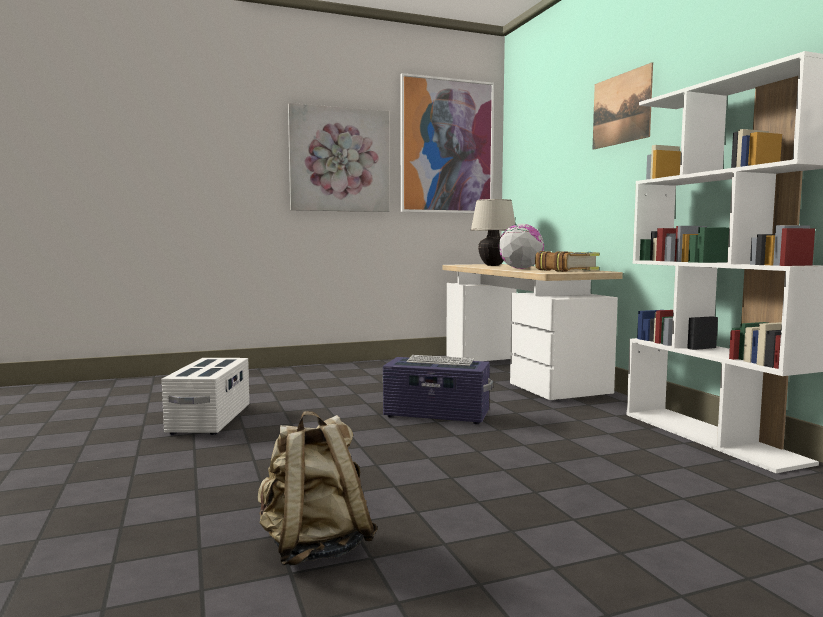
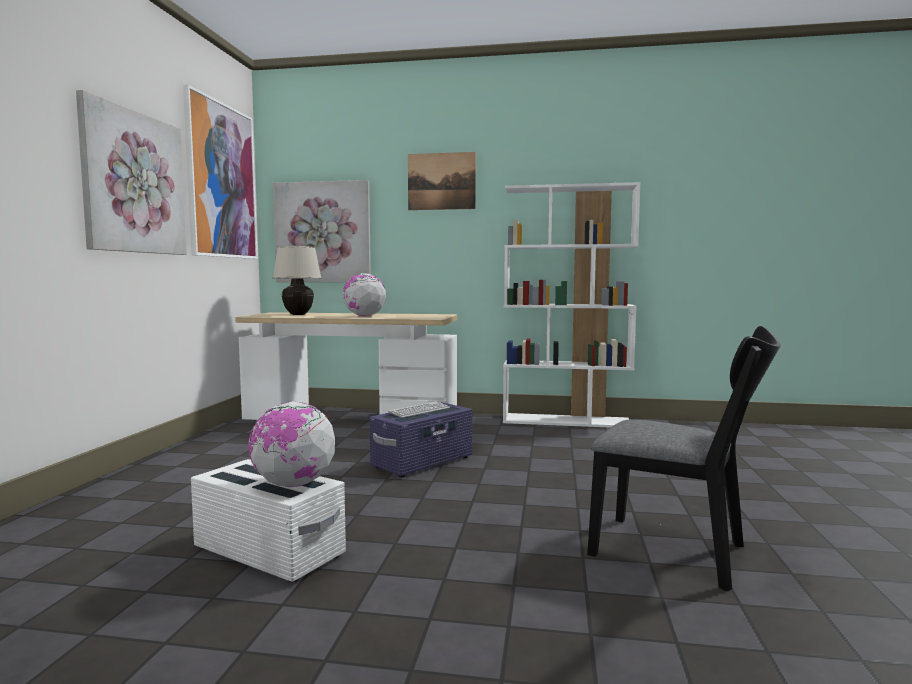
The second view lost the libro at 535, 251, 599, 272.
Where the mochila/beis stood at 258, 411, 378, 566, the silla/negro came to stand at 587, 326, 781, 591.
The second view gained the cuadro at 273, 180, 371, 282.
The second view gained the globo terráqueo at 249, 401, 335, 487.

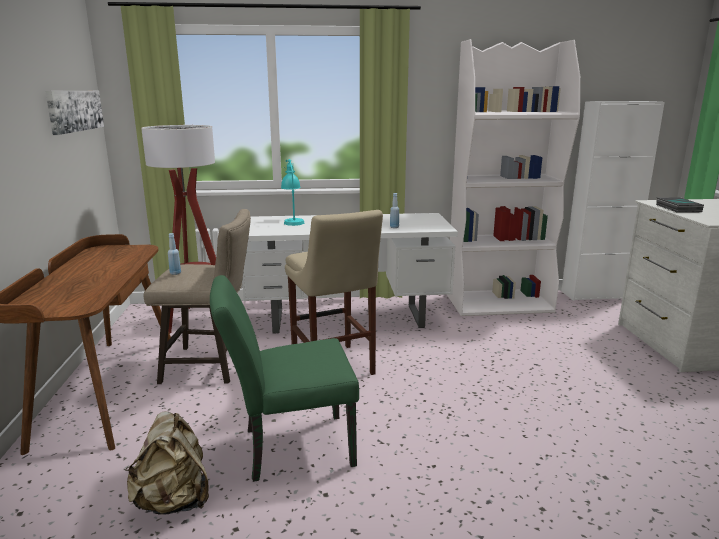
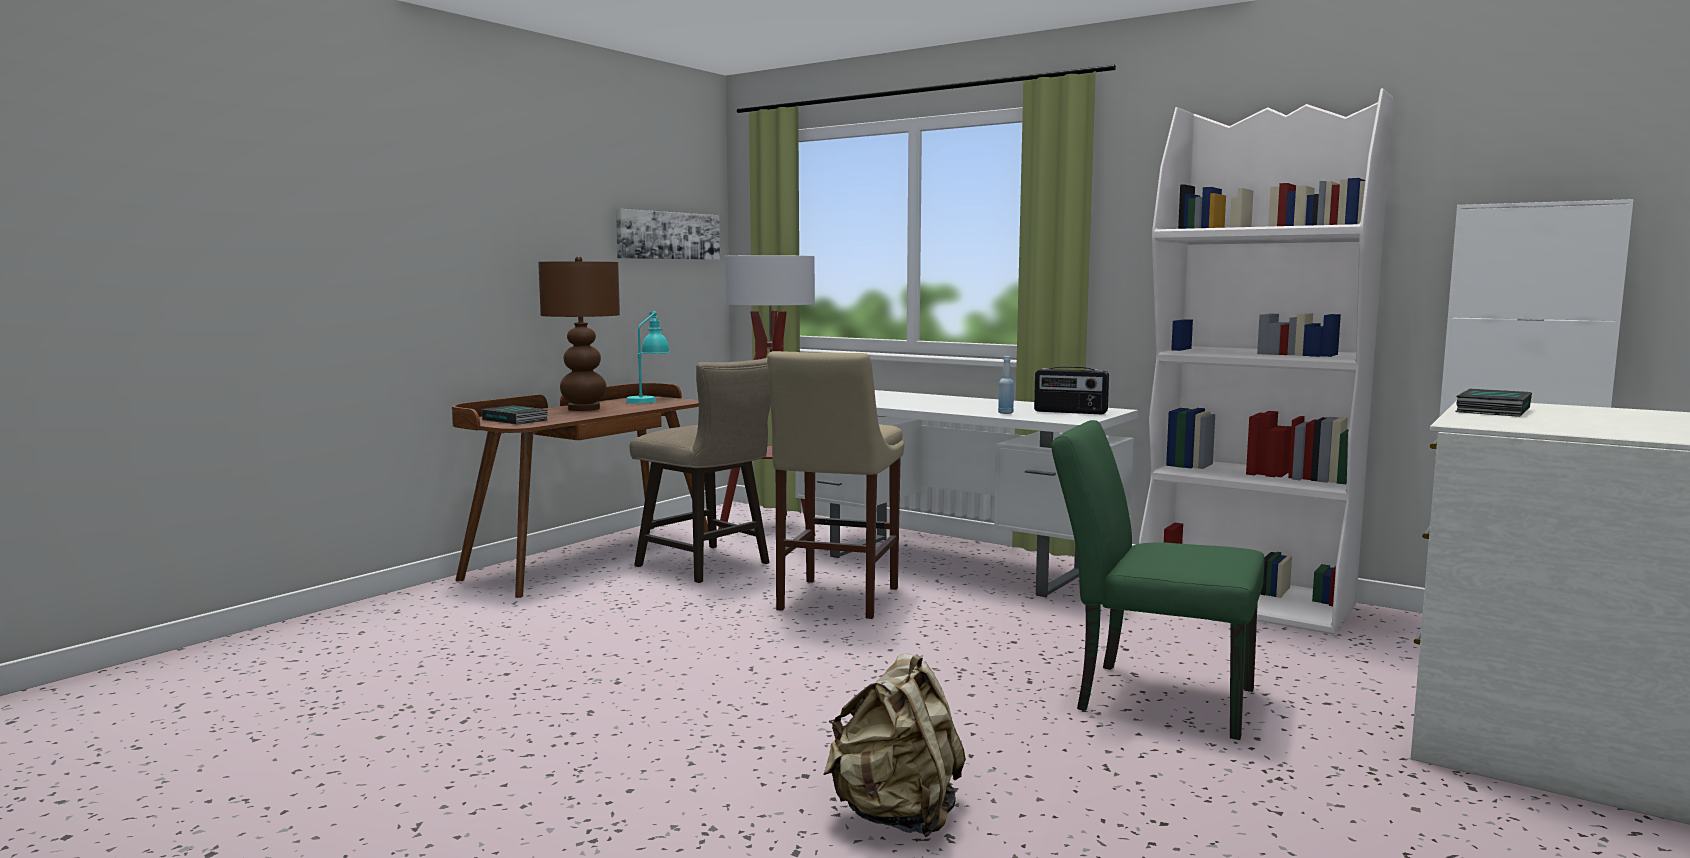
The lámpara de mesa/turquesa ended up elsewhere, having gone from 281, 159, 305, 226 to 626, 311, 670, 404.
The second view lost the botella/azul at 168, 233, 181, 275.
The silla/verde ended up elsewhere, having gone from 210, 275, 359, 482 to 1051, 420, 1264, 740.
The mochila/beis ended up elsewhere, having gone from 125, 411, 209, 515 to 823, 653, 966, 837.
The second view gained the lámpara de mesa/marrón at 538, 256, 620, 411.
The second view gained the radio at 1034, 367, 1109, 414.
The second view gained the libro at 481, 405, 548, 425.

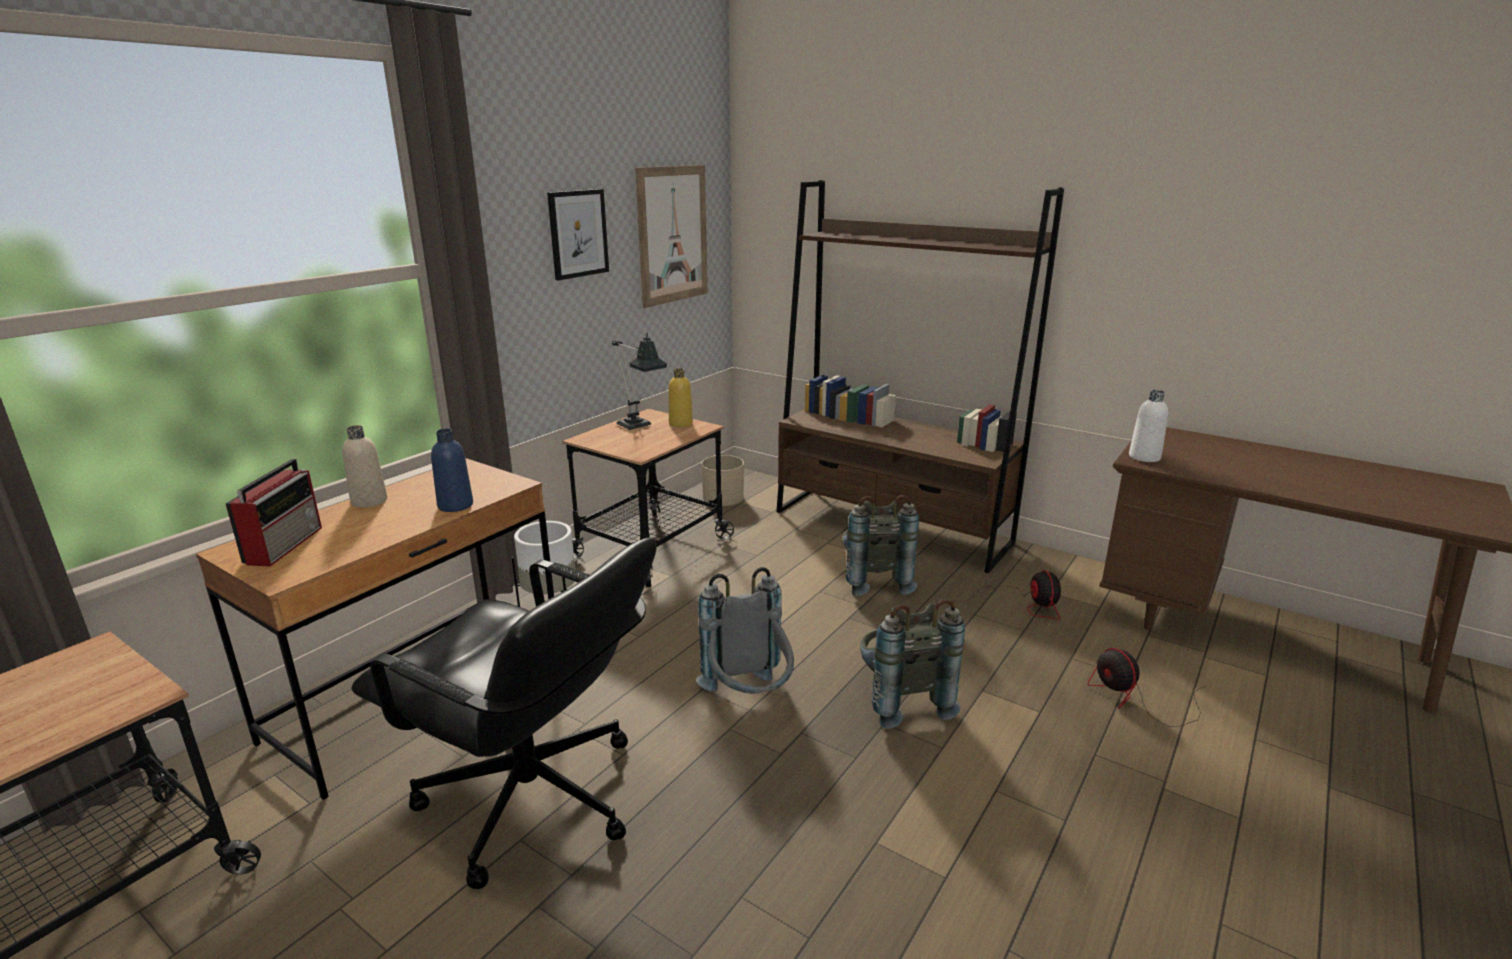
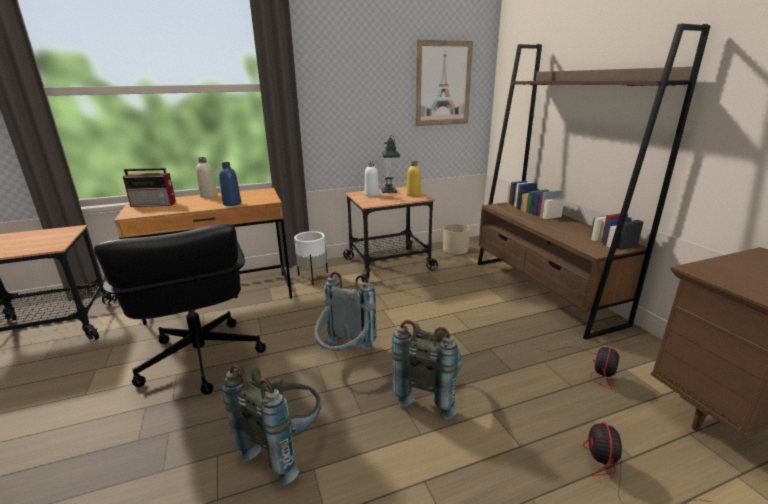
The second view lost the cuadro at 547, 189, 609, 281.
The botella/blanco ended up elsewhere, having gone from 1129, 390, 1168, 462 to 365, 161, 379, 197.
The radio at 226, 459, 322, 567 ended up facing another way, 45 degrees clockwise from before.
The mochila/gris ended up elsewhere, having gone from 843, 495, 919, 596 to 223, 365, 322, 486.

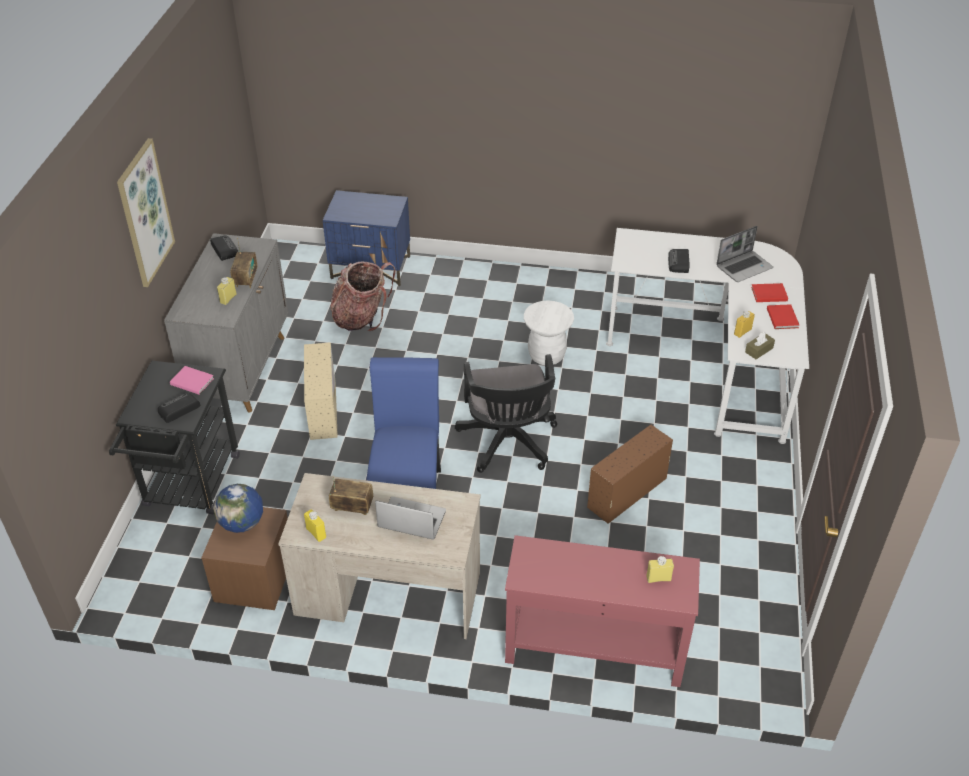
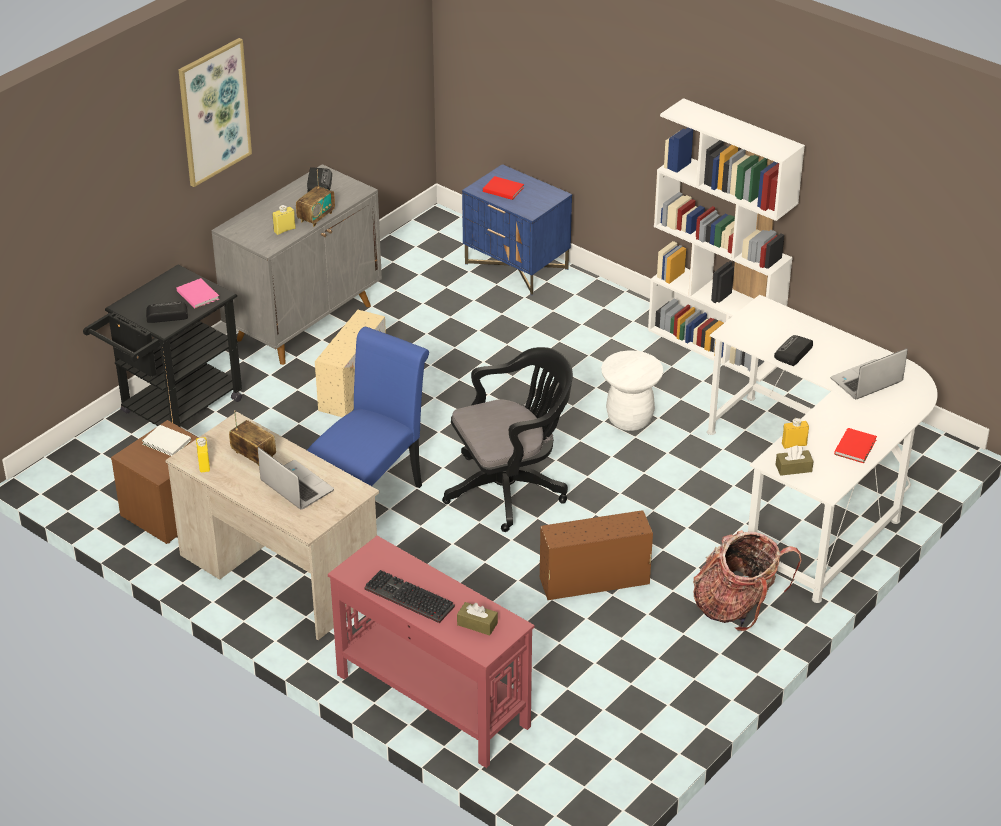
The portátil at 716, 226, 773, 282 ended up facing another way, 150 degrees clockwise from before.
The mochila ended up elsewhere, having gone from 330, 261, 396, 331 to 693, 530, 802, 631.
The libro/rojo ended up elsewhere, having gone from 751, 283, 788, 302 to 483, 176, 524, 200.
The silla de oficina/negro at 455, 354, 557, 473 ended up facing another way, 135 degrees counterclockwise from before.
Where the globo terráqueo stood at 213, 484, 263, 533, the libro/blanco came to stand at 142, 425, 191, 456.
Where the botella/amarillo stood at 646, 556, 674, 583, the caja de pañuelos/marrón came to stand at 457, 602, 498, 635.
The second view gained the estantería/blanco at 648, 98, 805, 382.
The second view gained the teclado at 364, 570, 455, 623.

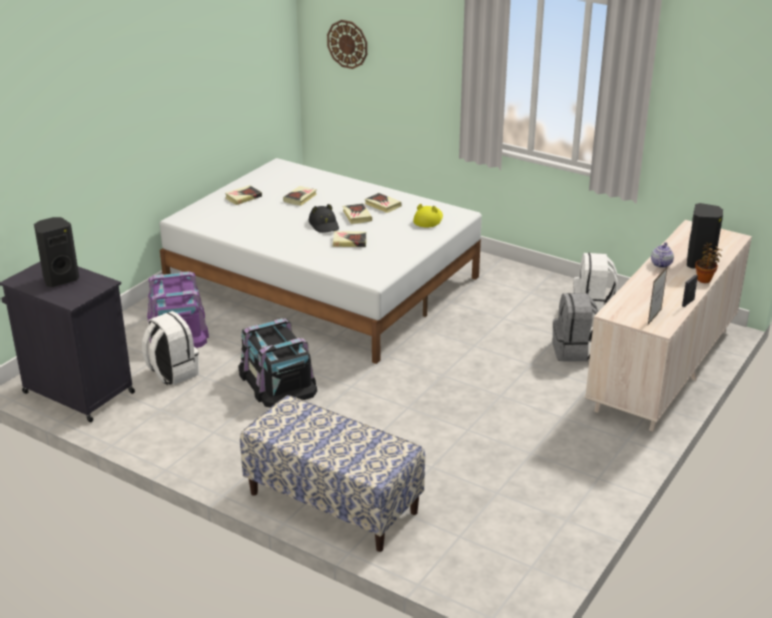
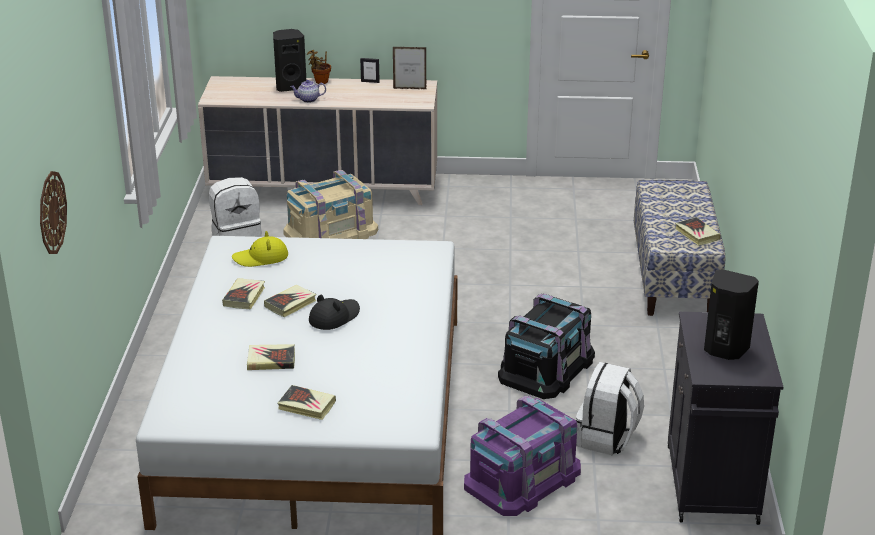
The libro ended up elsewhere, having gone from 333, 231, 366, 247 to 675, 217, 721, 246.
Where the mochila/gris stood at 553, 293, 599, 362, the caja de almacenaje/beis came to stand at 283, 170, 378, 239.

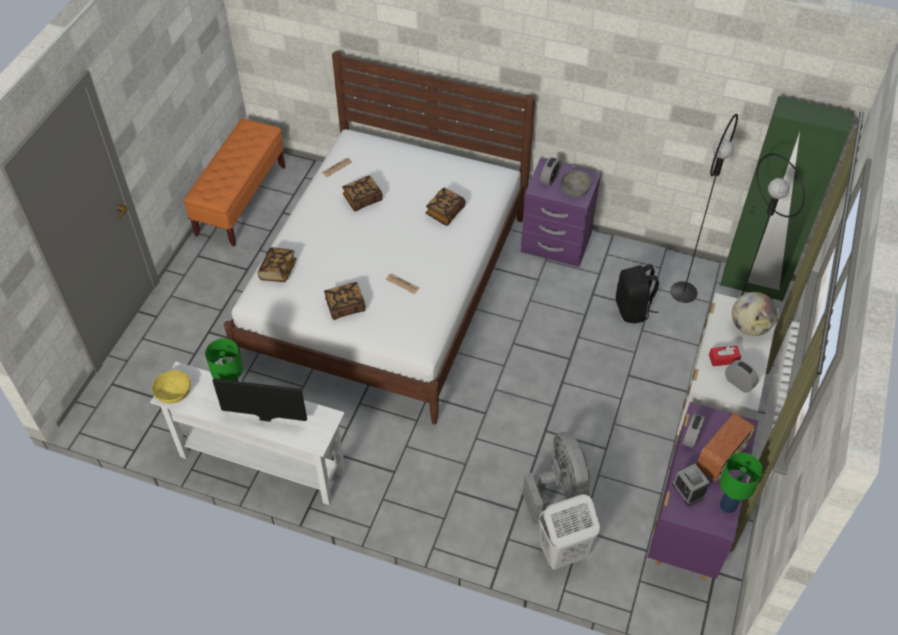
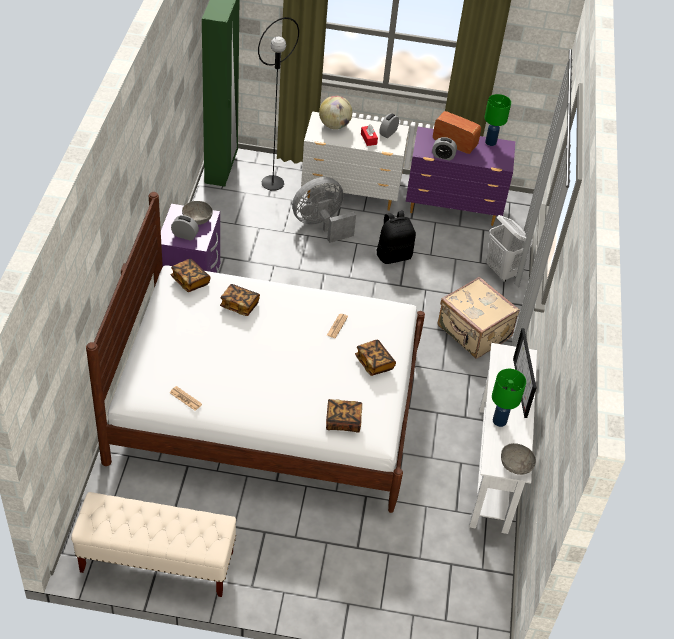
The second view lost the lámpara de pie/negro at 670, 114, 738, 303.
What was the banco/naranja at 183, 119, 285, 247 turned into the banco/beis at 71, 492, 236, 597.
The libro ended up elsewhere, having gone from 342, 175, 383, 212 to 171, 259, 210, 292.
The mochila/negro ended up elsewhere, having gone from 616, 264, 659, 323 to 376, 211, 416, 264.
What was the cuenco/amarillo at 152, 370, 191, 404 turned into the cuenco/gris at 501, 443, 536, 475.
The ventilador/gris ended up elsewhere, having gone from 523, 432, 591, 524 to 292, 177, 356, 243.
The second view lost the despertador at 672, 464, 710, 506.
The second view gained the maleta/beis at 438, 277, 520, 359.

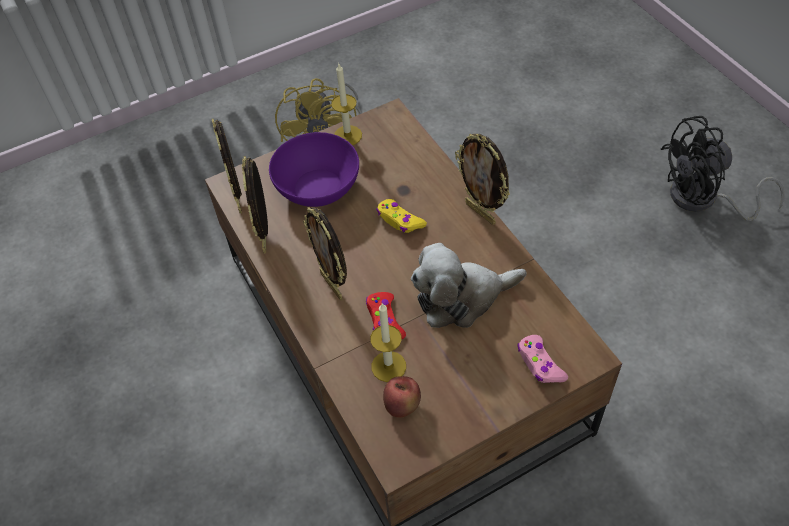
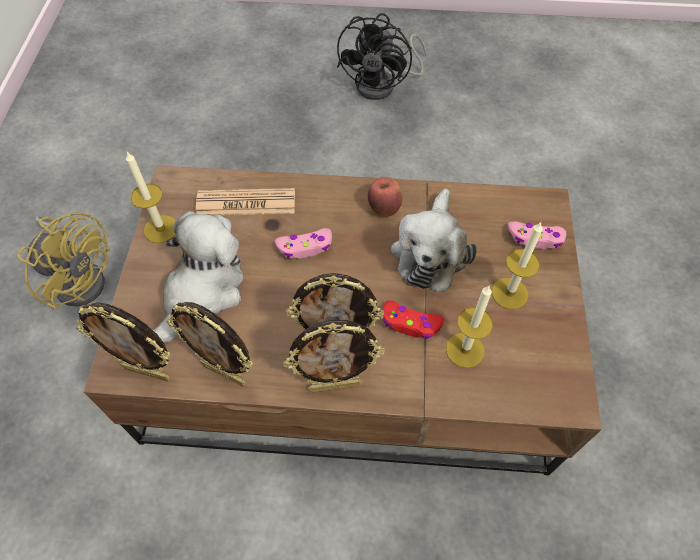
Where the cuenco/morado stood at 269, 132, 359, 207, the peluche came to stand at 153, 211, 243, 343.
The portarretratos ended up elsewhere, having gone from 455, 134, 510, 225 to 283, 319, 385, 392.
What was the mando de consola/amarillo at 376, 199, 427, 233 turned into the mando de consola/rosa at 275, 228, 332, 259.
The manzana ended up elsewhere, having gone from 383, 376, 421, 418 to 368, 177, 403, 217.
The second view gained the periódico at 196, 188, 295, 215.
The second view gained the vela at 491, 222, 543, 309.

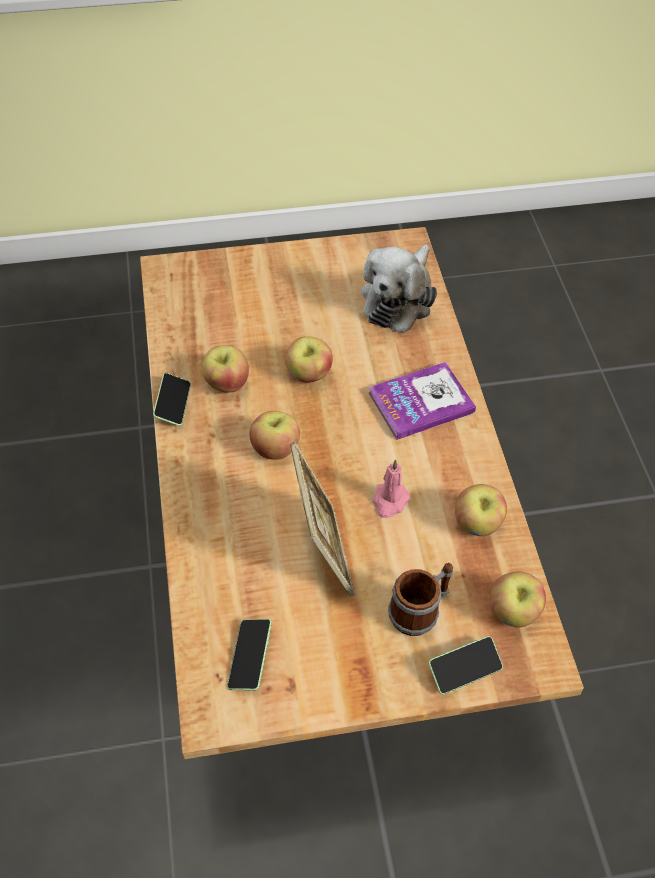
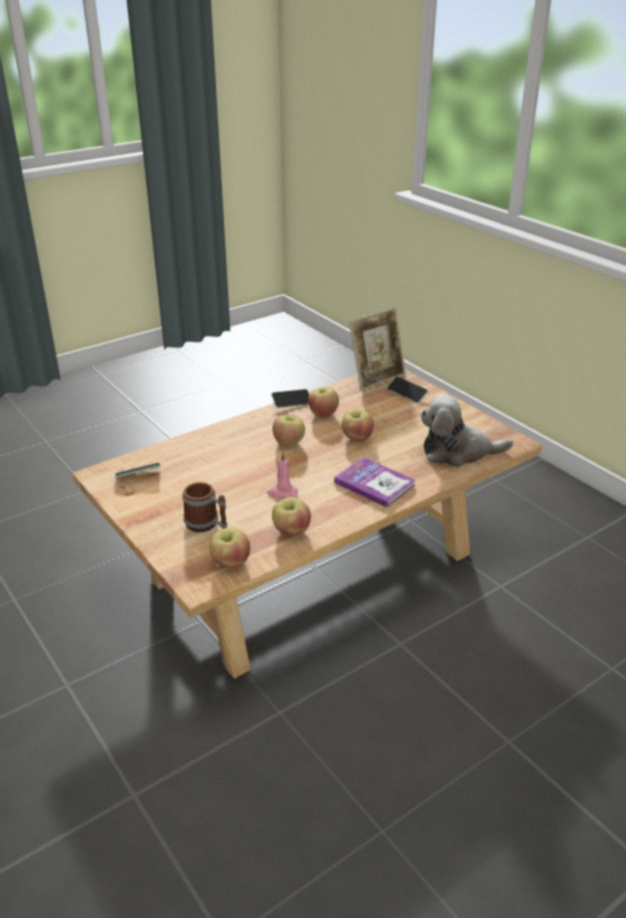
The portarretratos ended up elsewhere, having gone from 290, 442, 355, 596 to 349, 307, 406, 391.
The móvil ended up elsewhere, having gone from 429, 636, 503, 695 to 387, 376, 428, 403.

